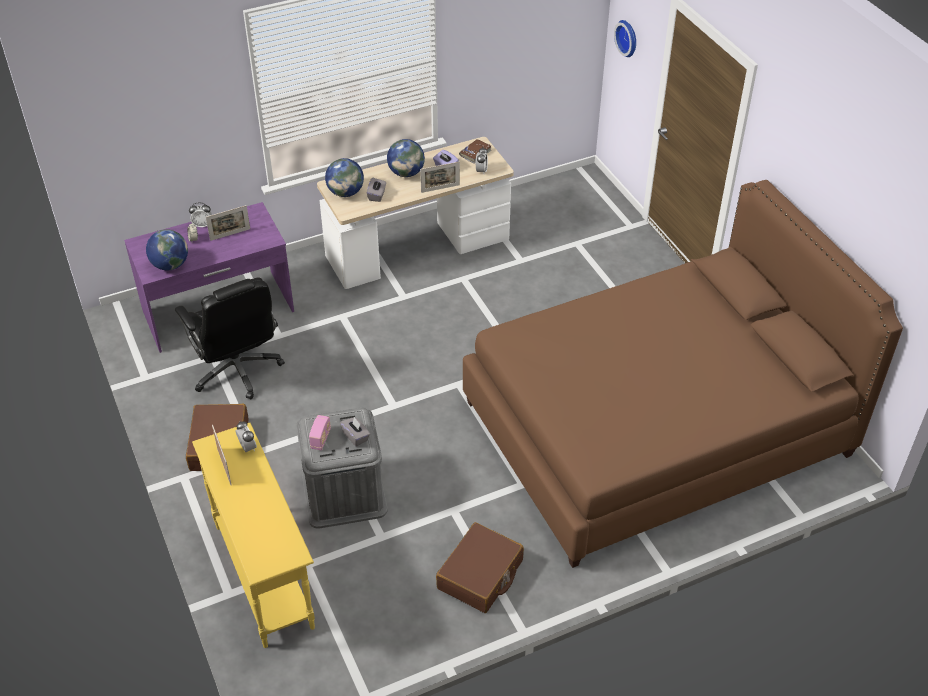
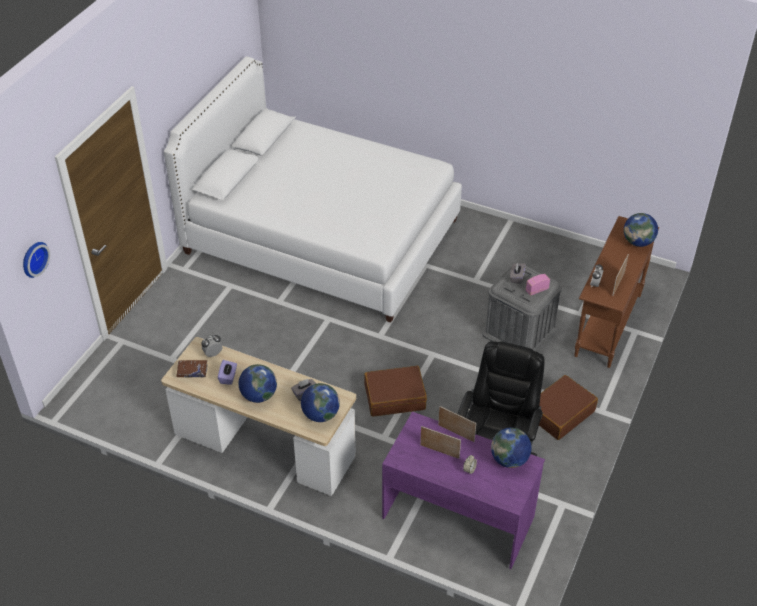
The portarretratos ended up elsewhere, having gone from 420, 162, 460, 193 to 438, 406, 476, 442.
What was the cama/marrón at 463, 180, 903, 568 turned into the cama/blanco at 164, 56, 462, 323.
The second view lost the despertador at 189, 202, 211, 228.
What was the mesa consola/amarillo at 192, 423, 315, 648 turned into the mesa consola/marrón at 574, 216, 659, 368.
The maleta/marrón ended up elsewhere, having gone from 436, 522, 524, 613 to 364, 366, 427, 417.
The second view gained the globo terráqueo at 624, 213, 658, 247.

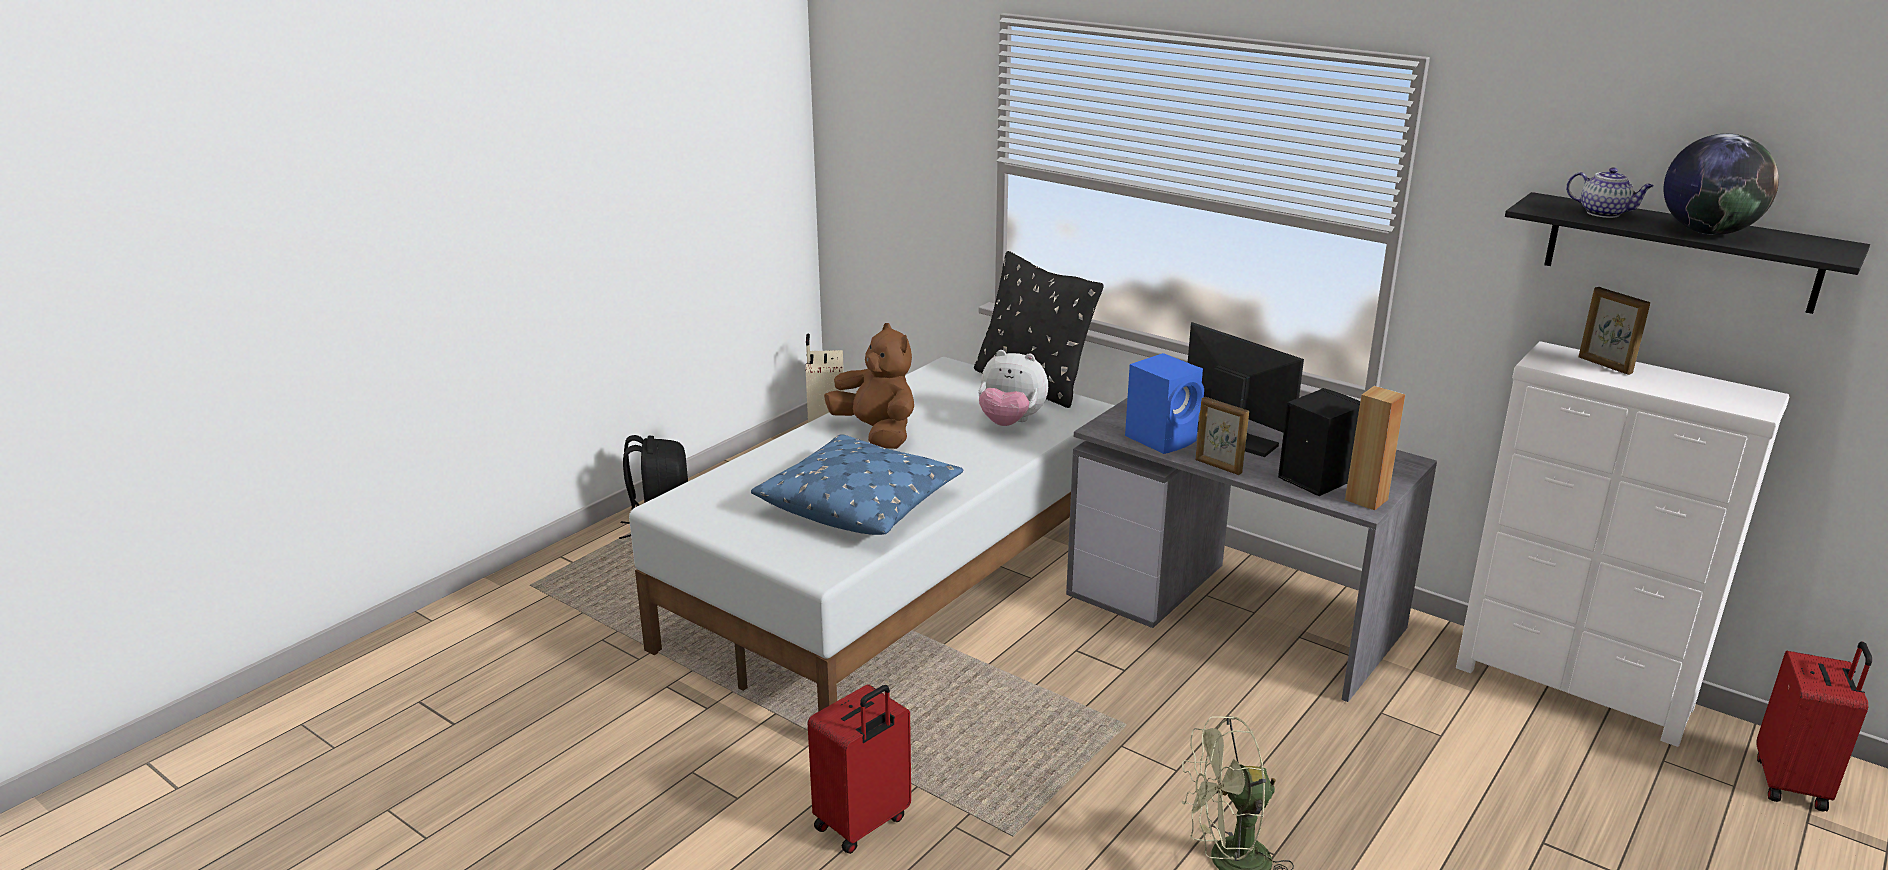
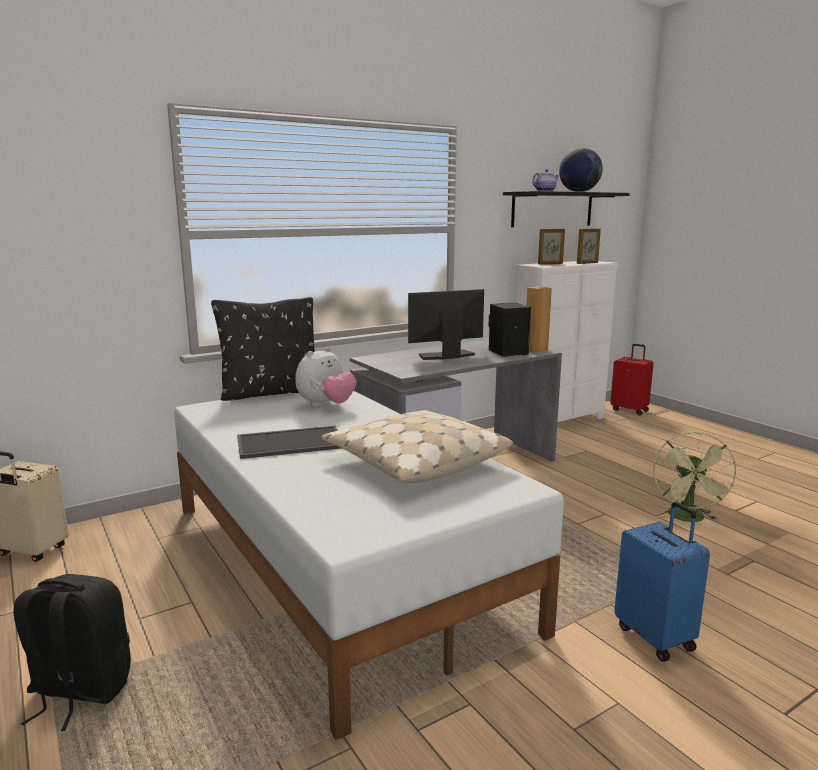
Where the peluche/marrón stood at 824, 323, 914, 449, the bandeja came to stand at 237, 426, 341, 459.
The second view lost the altavoz/azul at 1125, 353, 1204, 454.
The portarretratos ended up elsewhere, having gone from 1196, 397, 1249, 475 to 577, 229, 601, 264.
What was the cojín/azul at 751, 434, 963, 535 turned into the cojín/beis at 321, 410, 513, 483.
What was the maleta/rojo at 807, 684, 911, 854 turned into the maleta/azul at 614, 502, 710, 662.

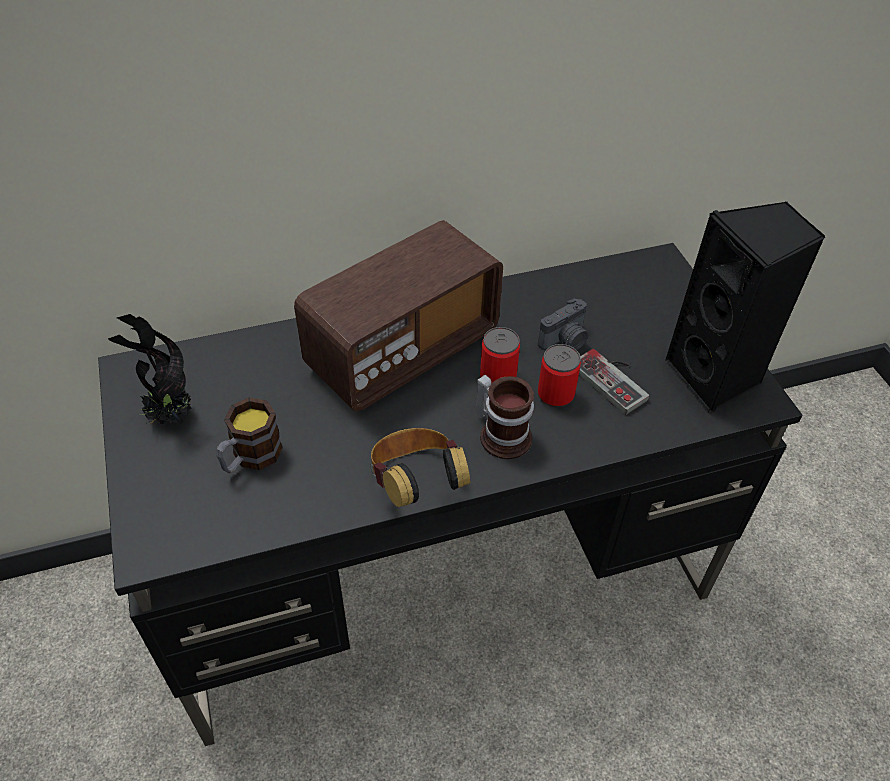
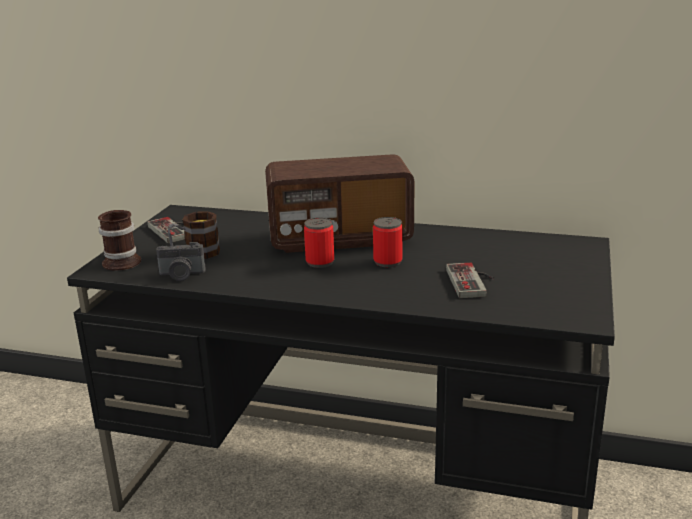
The second view lost the altavoz/negro at 665, 202, 825, 413.
The cámara ended up elsewhere, having gone from 537, 298, 588, 350 to 156, 242, 206, 281.
Where the planta en maceta stood at 108, 314, 191, 425, the mando de consola came to stand at 147, 217, 185, 243.
The lata ended up elsewhere, having gone from 538, 344, 581, 408 to 304, 217, 334, 268.
The taza grande ended up elsewhere, having gone from 476, 375, 534, 459 to 98, 210, 141, 271.
The second view lost the auriculares at 370, 428, 470, 507.

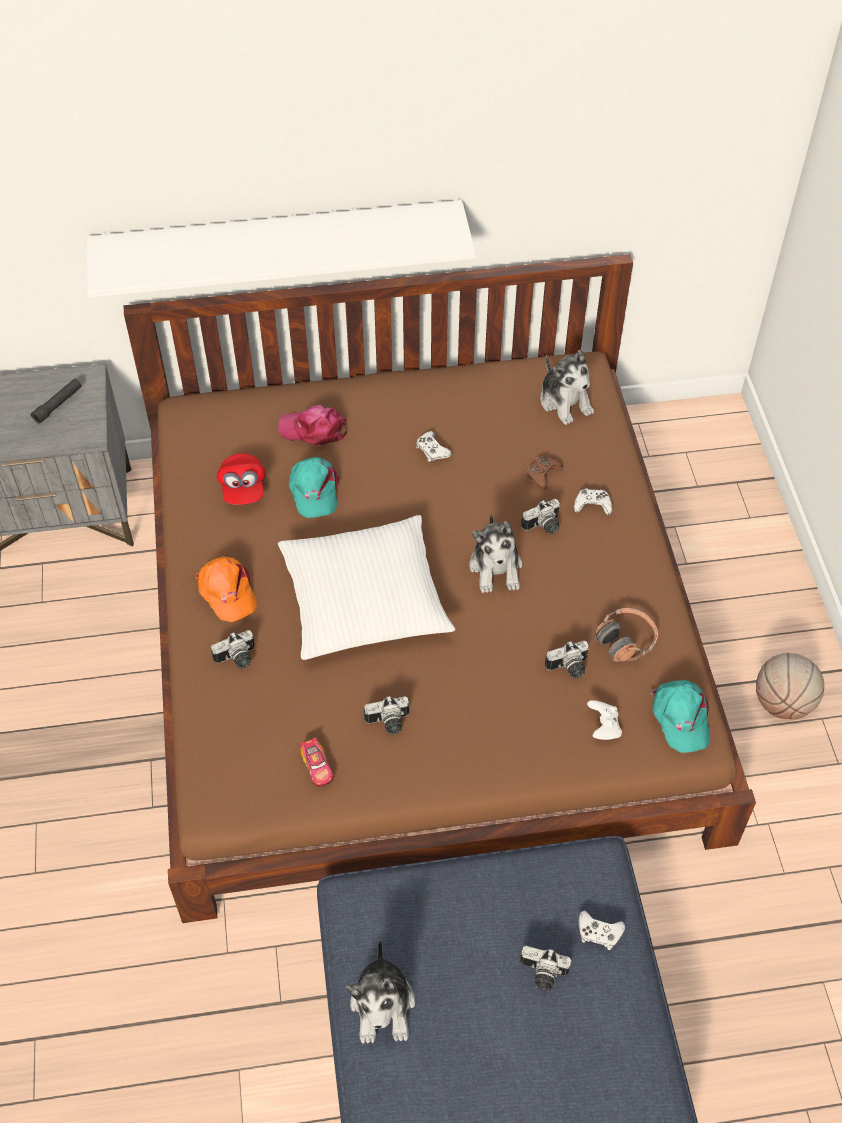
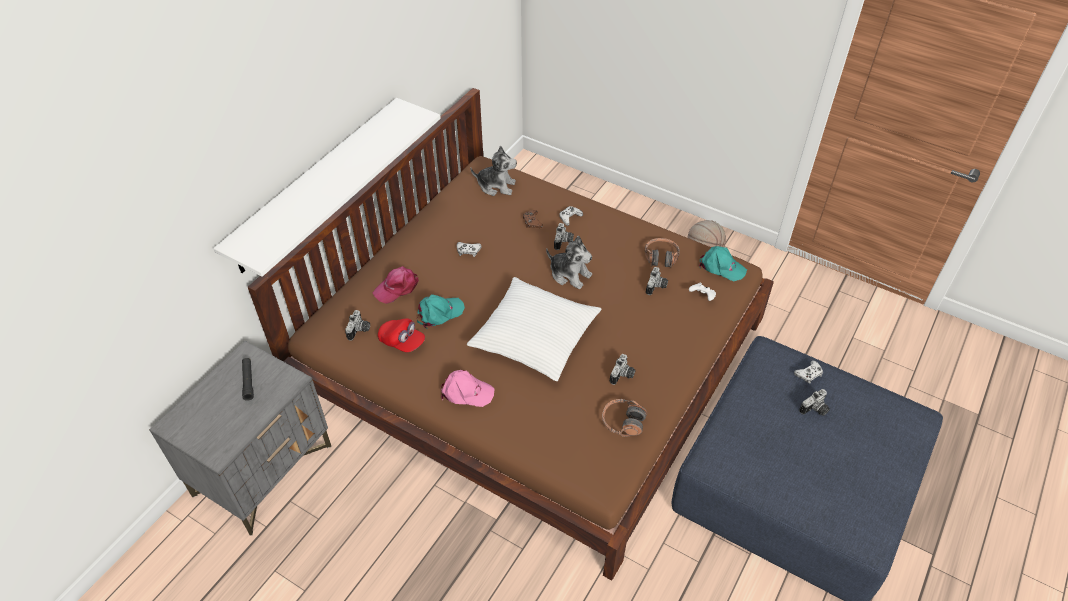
The gorra/turquesa at 289, 457, 339, 518 ended up facing another way, 60 degrees counterclockwise from before.
What was the gorra/naranja at 196, 556, 257, 622 turned into the gorra/rosa at 441, 370, 494, 407.
The cámara ended up elsewhere, having gone from 211, 630, 255, 668 to 345, 310, 370, 341.
Where the coche de juguete stood at 300, 737, 334, 787, the auriculares came to stand at 602, 399, 647, 437.
The second view lost the peluche at 346, 939, 415, 1044.

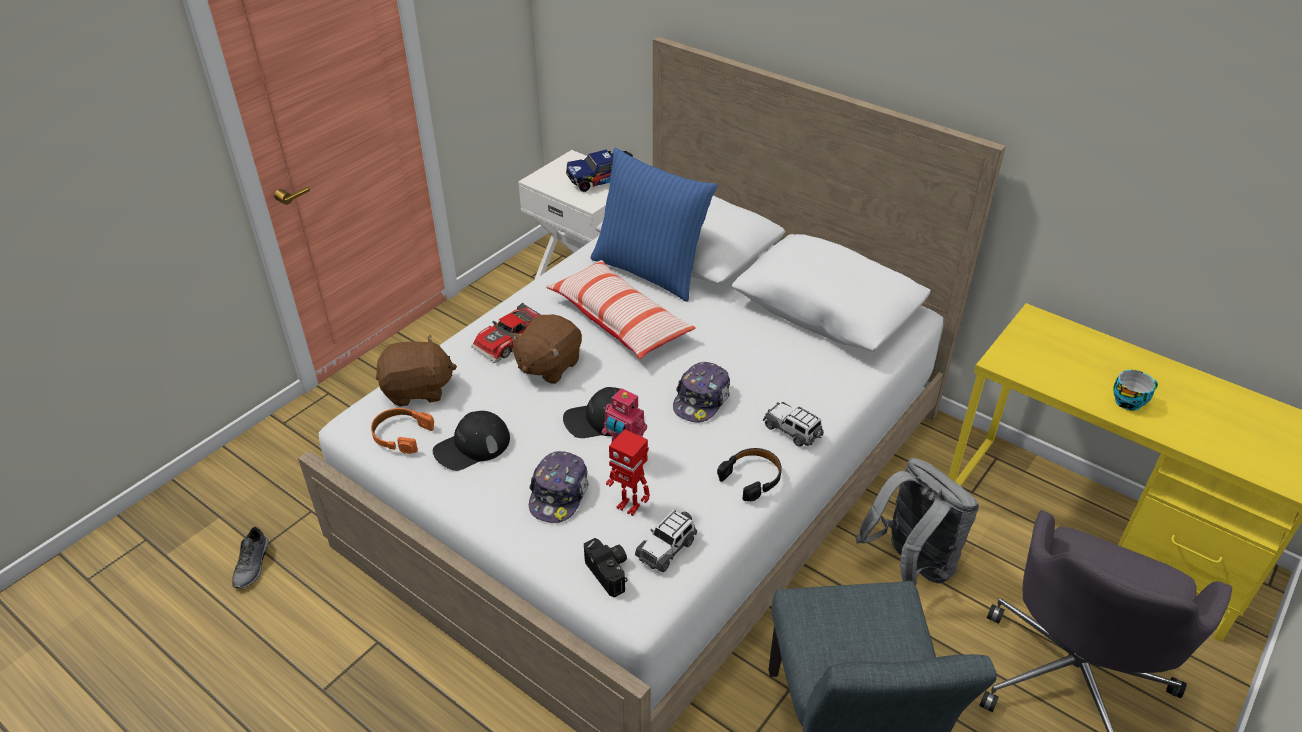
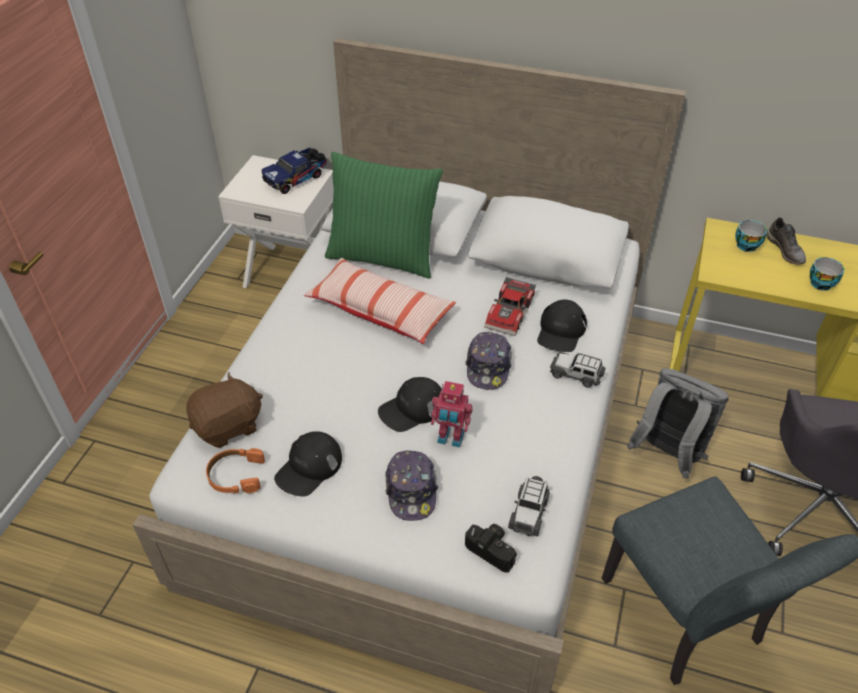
What was the cojín/azul at 591, 148, 717, 302 turned into the cojín/verde at 325, 152, 443, 279.
The coche de juguete ended up elsewhere, having gone from 471, 303, 541, 363 to 484, 277, 536, 336.
The second view lost the peluche/marrón at 510, 314, 582, 384.
The second view lost the robot de juguete at 606, 429, 650, 516.
The second view lost the auriculares/negro at 717, 448, 782, 501.
The zapato/gris ended up elsewhere, having gone from 232, 527, 269, 588 to 766, 217, 806, 265.
The second view gained the taza at 735, 220, 767, 252.
The second view gained the gorra/negro at 537, 300, 587, 352.

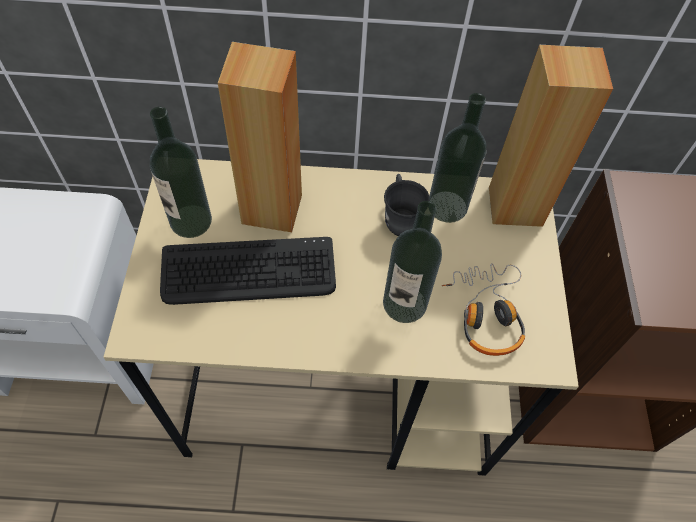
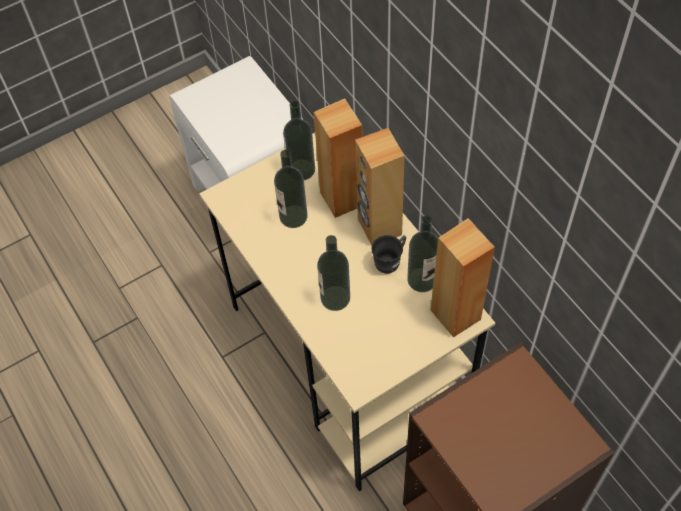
Where the teclado stood at 160, 237, 336, 305, the botella came to stand at 274, 150, 308, 228.
The second view lost the auriculares at 442, 263, 525, 356.
The second view gained the altavoz/marrón at 355, 128, 405, 245.

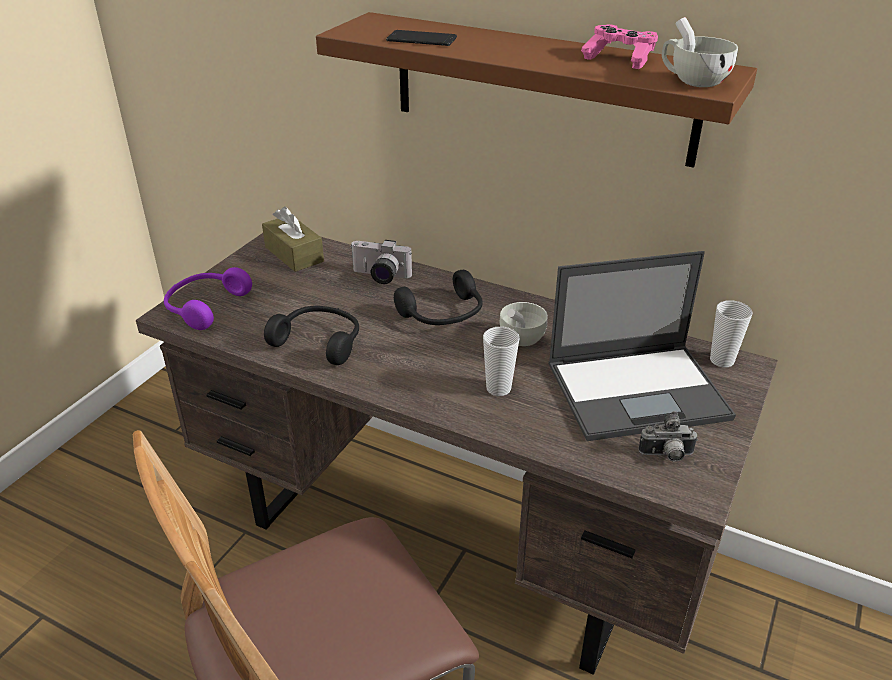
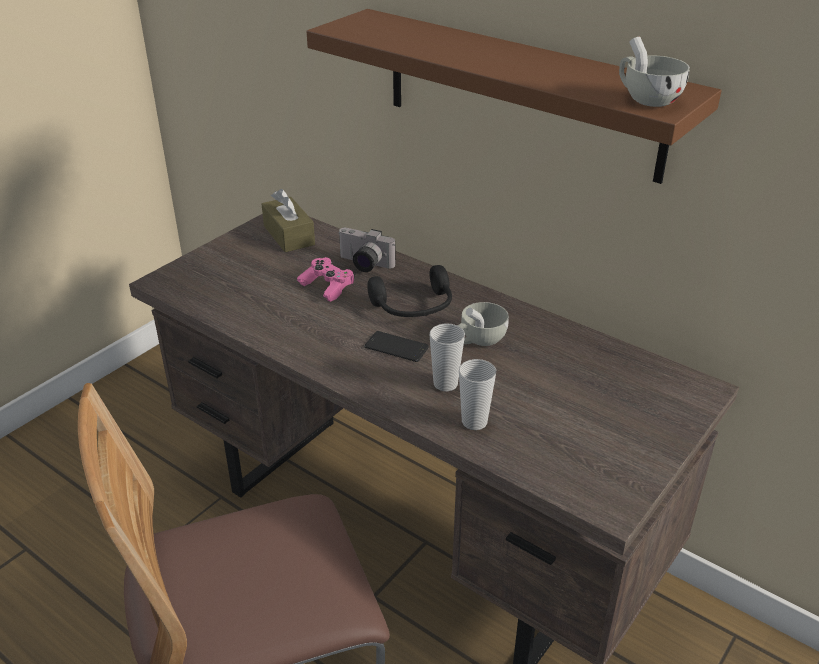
The mando de consola/rosa ended up elsewhere, having gone from 581, 24, 658, 69 to 297, 257, 355, 302.
The móvil ended up elsewhere, having gone from 386, 30, 457, 46 to 365, 331, 429, 362.
The second view lost the portátil at 548, 251, 736, 441.
The second view lost the auriculares/morado at 164, 267, 252, 330.
The taza ended up elsewhere, having gone from 710, 300, 752, 367 to 459, 359, 496, 430.
The second view lost the auriculares/negro at 264, 306, 359, 365.
The second view lost the cámara at 638, 411, 698, 462.

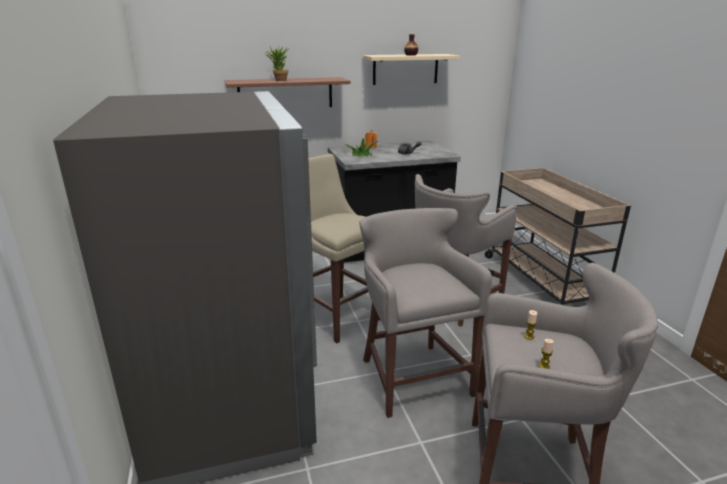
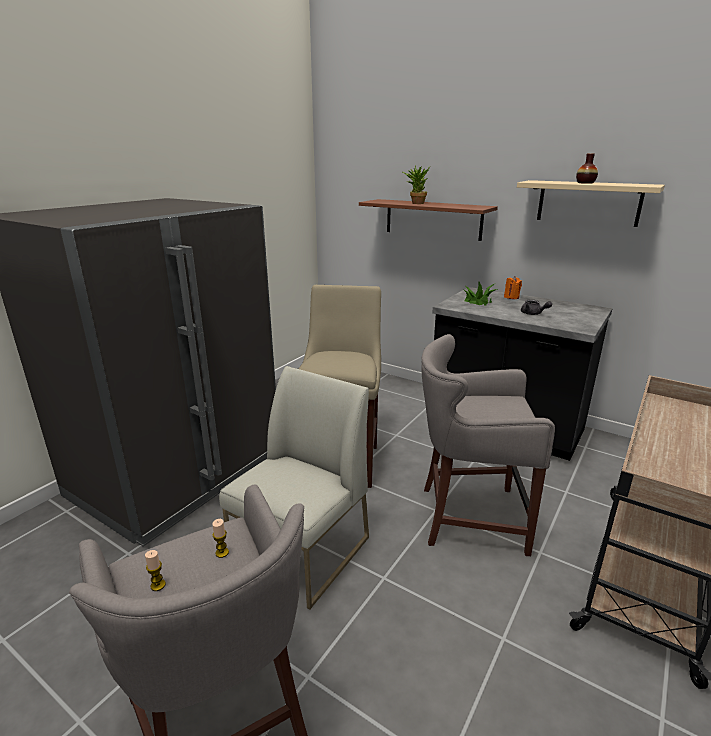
Where the taburete/gris stood at 359, 208, 492, 418, the silla/blanco came to stand at 219, 366, 369, 609.

